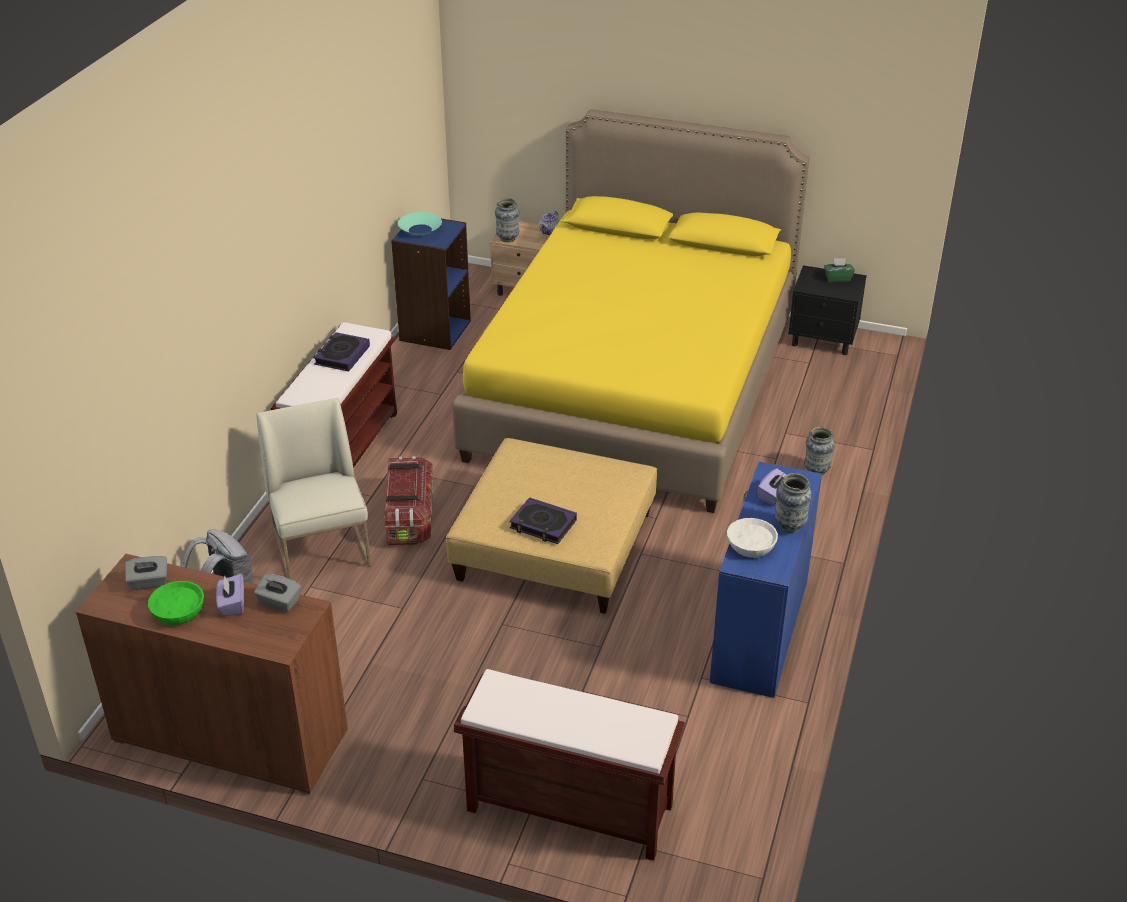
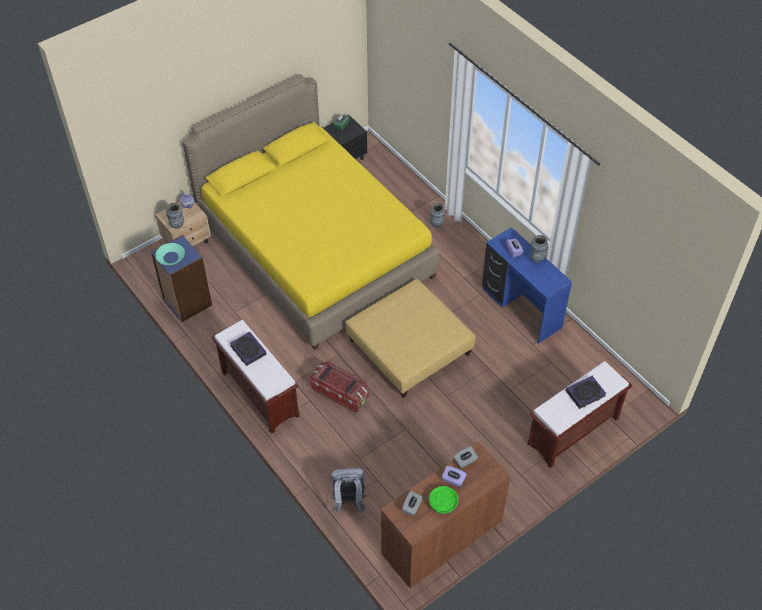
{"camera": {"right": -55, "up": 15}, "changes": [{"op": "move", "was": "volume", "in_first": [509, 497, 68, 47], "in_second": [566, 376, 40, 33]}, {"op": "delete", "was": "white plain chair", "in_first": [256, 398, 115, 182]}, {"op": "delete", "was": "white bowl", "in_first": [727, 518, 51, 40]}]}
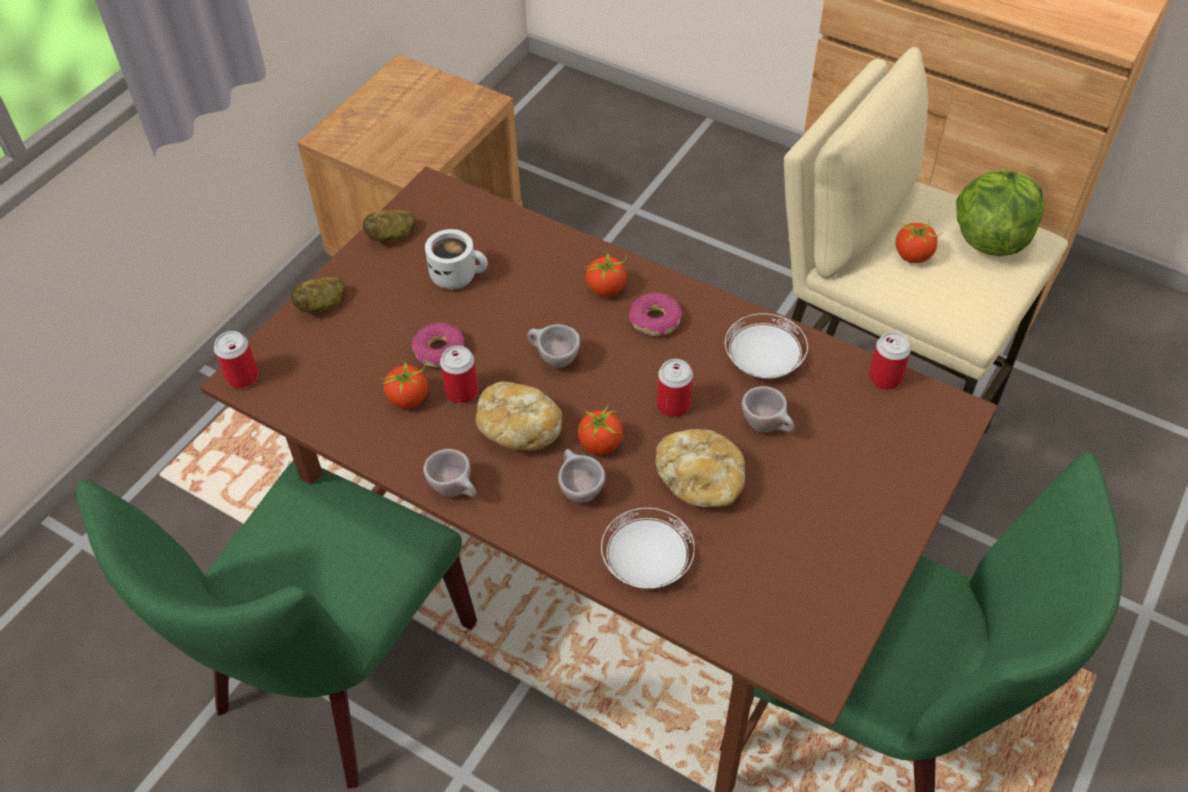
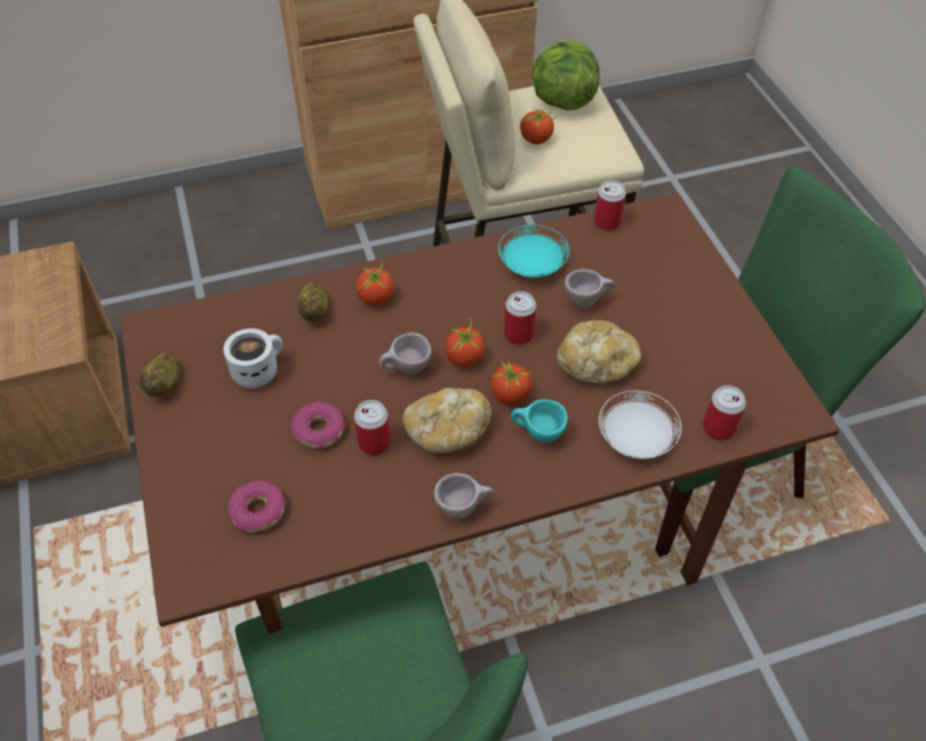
{"camera": {"right": -50, "up": 0}, "changes": [{"op": "move", "was": "ring doughnut", "in_first": [629, 292, 54, 44], "in_second": [228, 480, 58, 53]}, {"op": "move", "was": "whole potato", "in_first": [291, 277, 54, 36], "in_second": [297, 282, 31, 40]}, {"op": "move", "was": "fresh tomato", "in_first": [381, 360, 47, 49], "in_second": [445, 318, 40, 49]}, {"op": "recolor", "was": "white flat dish", "now": "blue-green flat dish", "in_first": [725, 313, 83, 65], "in_second": [498, 225, 71, 53]}, {"op": "recolor", "was": "beige cup", "now": "blue-green cup", "in_first": [558, 449, 47, 54], "in_second": [511, 399, 57, 44]}, {"op": "move", "was": "can", "in_first": [214, 331, 45, 57], "in_second": [703, 385, 43, 55]}]}
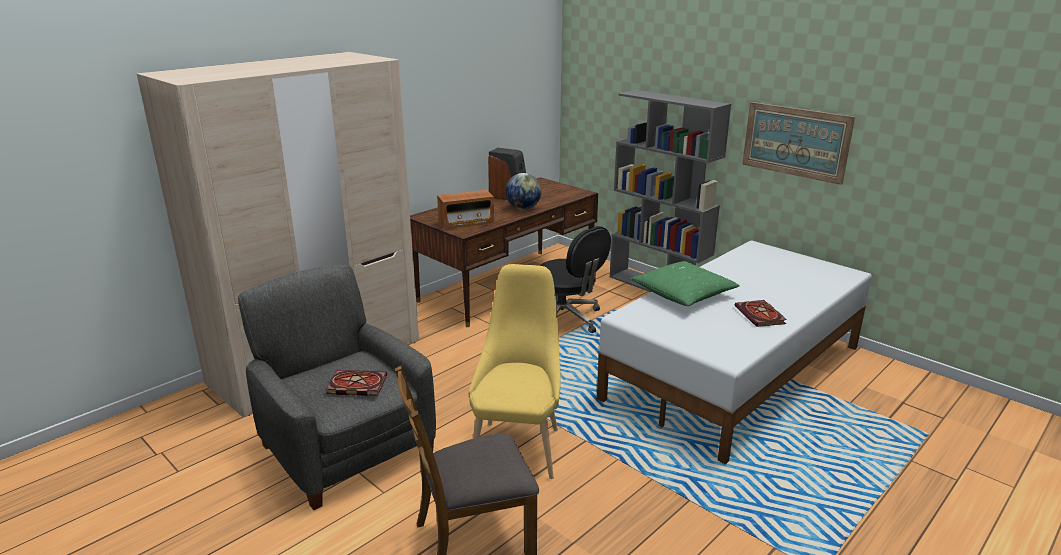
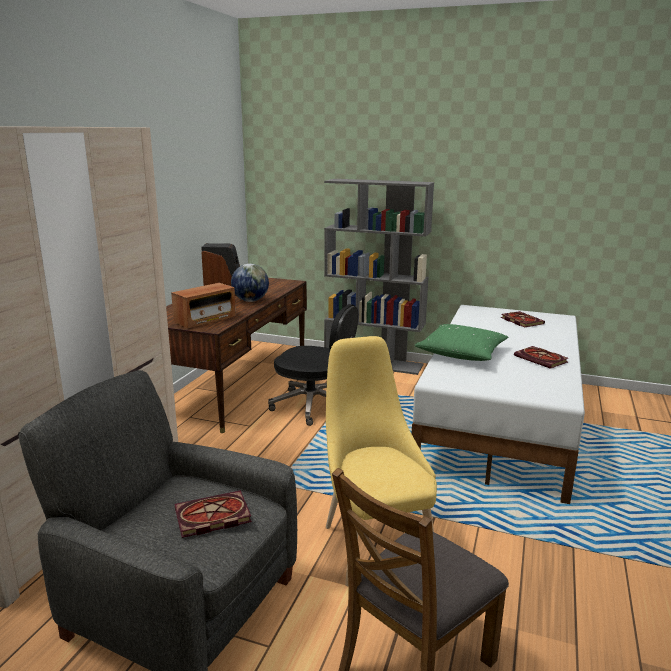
{"camera": {"right": -25, "up": -5}, "changes": [{"op": "insert", "now": "volume", "in_second": [501, 311, 44, 16]}, {"op": "delete", "was": "wall picture", "in_first": [742, 102, 113, 83]}]}
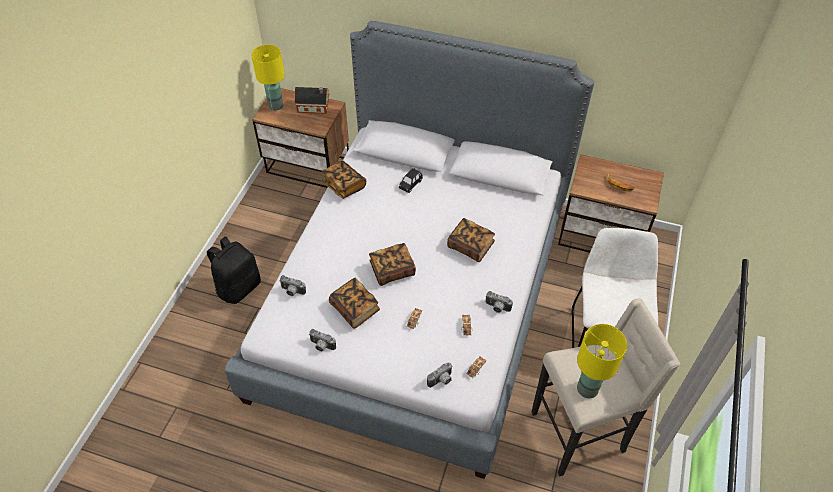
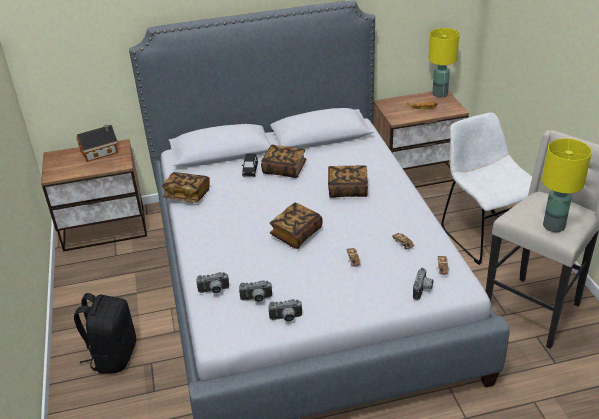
{"camera": {"right": -30, "up": -15}, "changes": [{"op": "move", "was": "still camera", "in_first": [485, 291, 28, 22], "in_second": [239, 280, 33, 22]}, {"op": "move", "was": "volume", "in_first": [329, 278, 51, 50], "in_second": [261, 144, 45, 34]}, {"op": "move", "was": "yellowish tabletop lamp", "in_first": [251, 45, 34, 66], "in_second": [428, 28, 32, 70]}]}
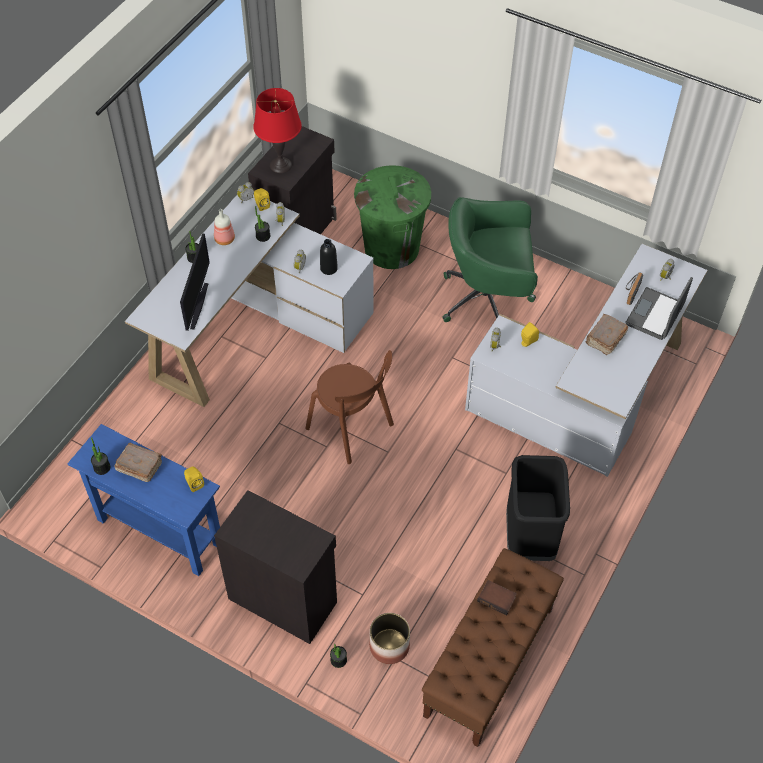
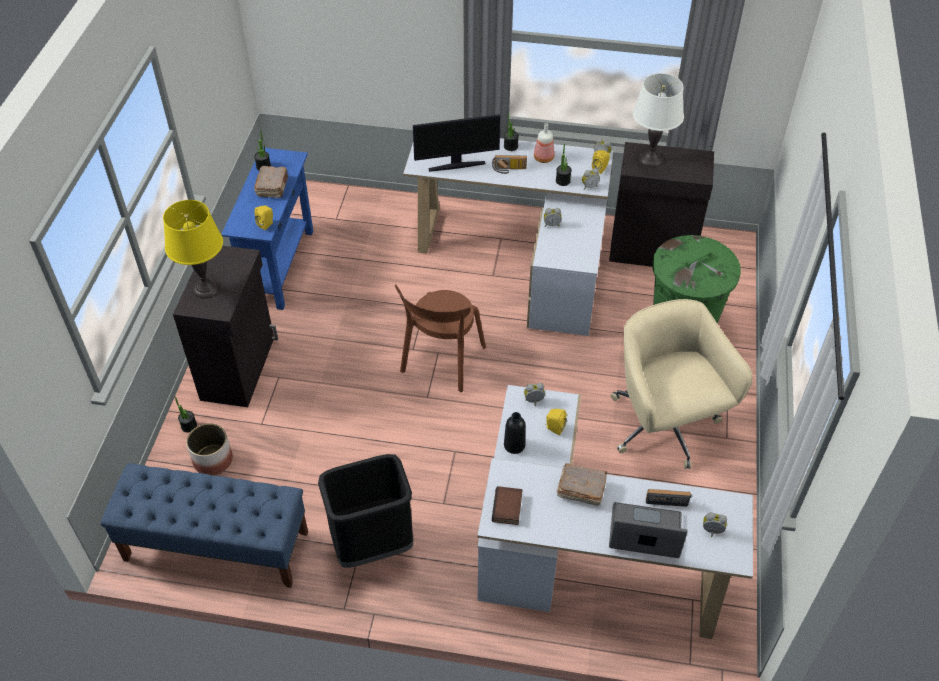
{"camera": {"right": 70, "up": -5}, "changes": [{"op": "recolor", "was": "brownish indoor bench", "now": "bluish indoor bench", "in_first": [422, 548, 142, 199], "in_second": [100, 463, 208, 125]}, {"op": "insert", "now": "yellowish tabletop lamp", "in_second": [163, 200, 60, 98]}, {"op": "insert", "now": "radio receiver", "in_second": [492, 155, 35, 19]}, {"op": "move", "was": "volume", "in_first": [477, 580, 40, 36], "in_second": [492, 486, 31, 39]}, {"op": "move", "was": "blackish drink bottle", "in_first": [320, 239, 18, 36], "in_second": [504, 412, 22, 42]}, {"op": "recolor", "was": "green desk chair", "now": "beige desk chair", "in_first": [442, 197, 96, 125], "in_second": [610, 299, 143, 170]}, {"op": "recolor", "was": "red tabletop lamp", "now": "white tabletop lamp", "in_first": [253, 88, 49, 85], "in_second": [633, 73, 51, 94]}]}
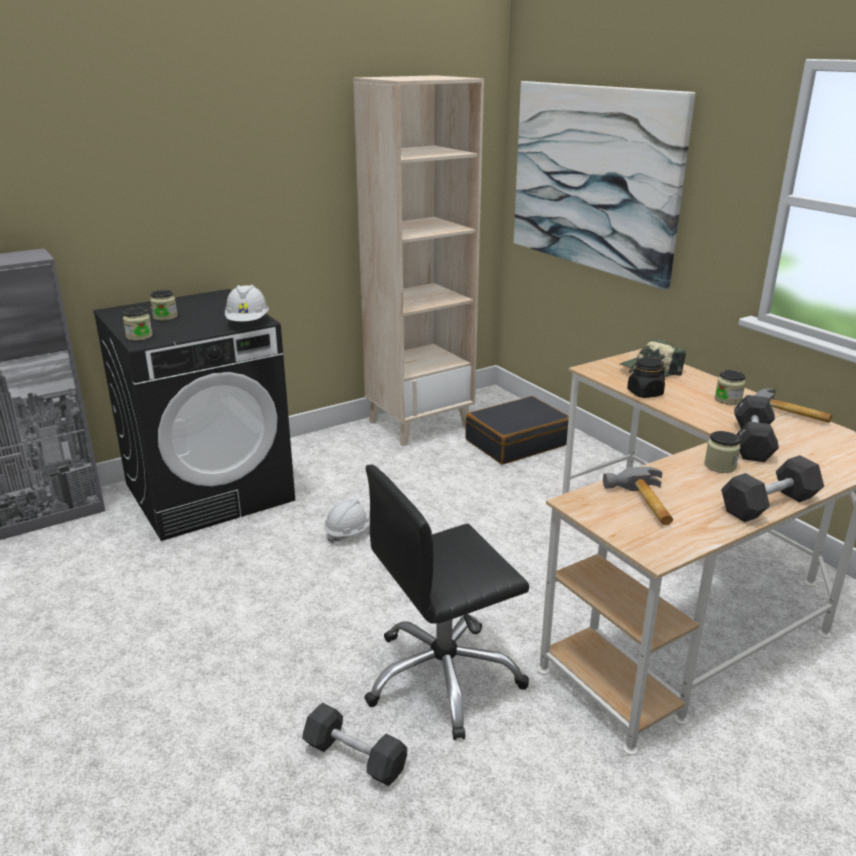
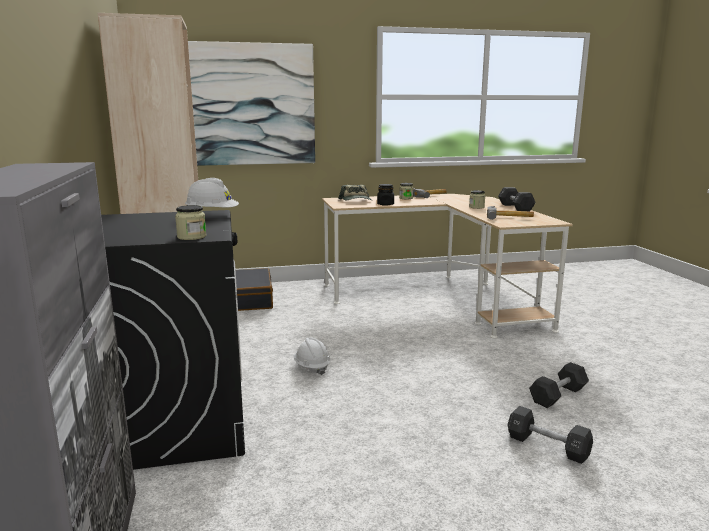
{"camera": {"right": -70, "up": -10}, "changes": [{"op": "move", "was": "blackish dumbbell", "in_first": [734, 395, 45, 67], "in_second": [507, 406, 86, 58]}, {"op": "delete", "was": "storage jar", "in_first": [150, 290, 28, 31]}, {"op": "delete", "was": "blackish desk chair", "in_first": [364, 464, 165, 276]}]}
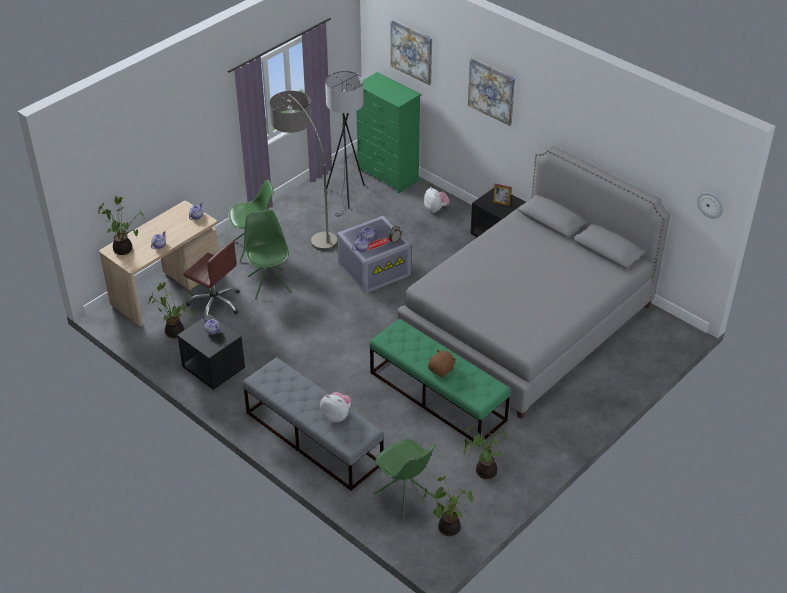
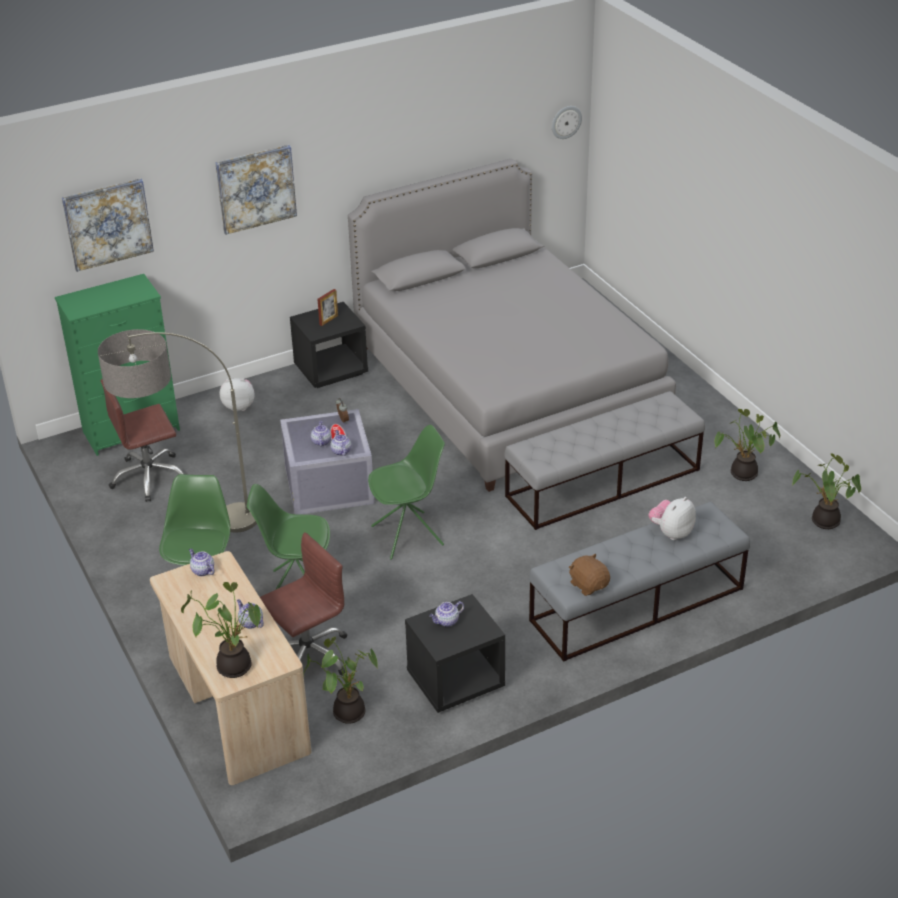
{"camera": {"right": -70, "up": -5}, "changes": [{"op": "replace", "was": "greyish standing lamp", "now": "brownish desk chair", "in_first": [325, 71, 40, 146], "in_second": [101, 379, 83, 123]}, {"op": "move", "was": "green plain chair", "in_first": [374, 439, 62, 81], "in_second": [368, 425, 77, 135]}, {"op": "recolor", "was": "green indoor bench", "now": "greyish indoor bench", "in_first": [369, 319, 142, 127], "in_second": [504, 391, 201, 139]}, {"op": "move", "was": "brownish soft toy", "in_first": [428, 349, 28, 29], "in_second": [569, 554, 41, 42]}]}
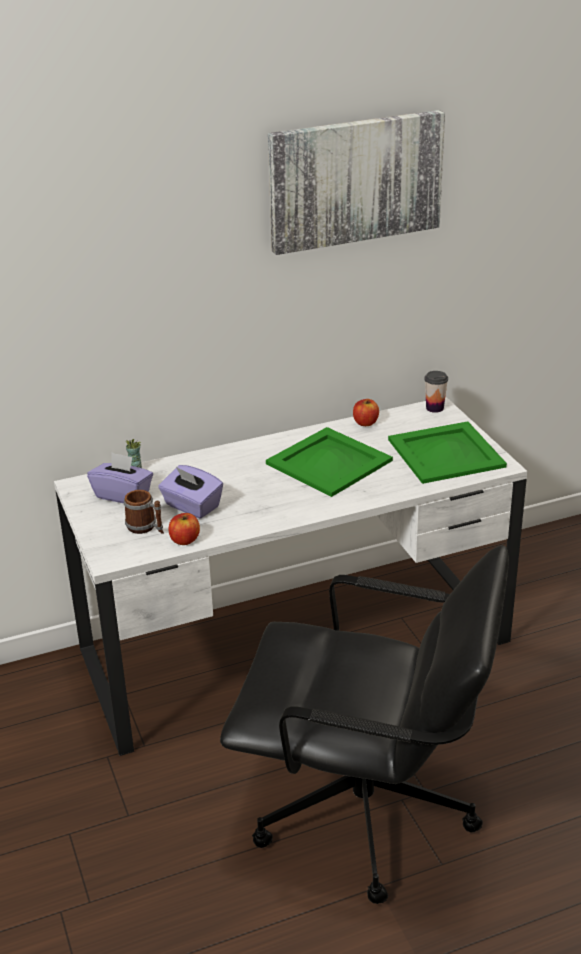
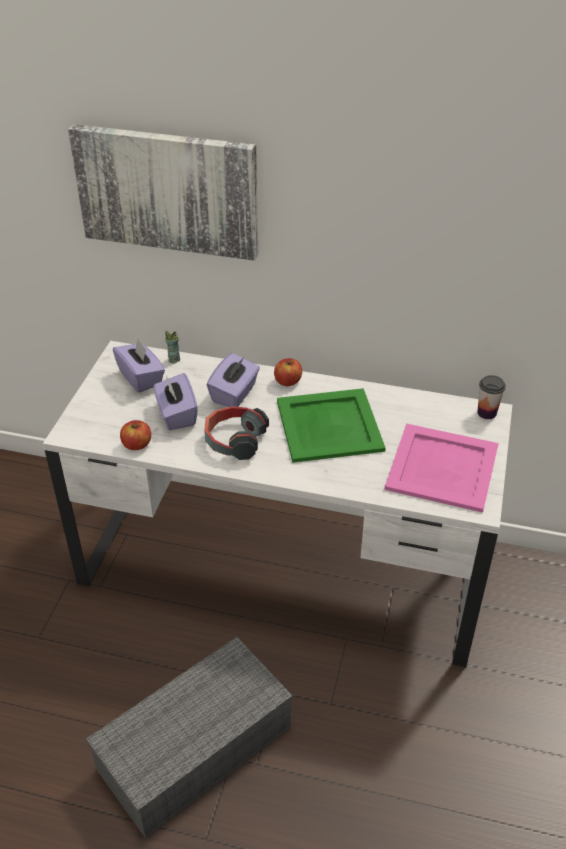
{"camera": {"right": 35, "up": 10}, "changes": [{"op": "move", "was": "wall picture", "in_first": [268, 110, 177, 145], "in_second": [68, 124, 190, 137]}, {"op": "replace", "was": "blackish desk chair", "now": "greyish storage box", "in_first": [220, 545, 289, 359], "in_second": [86, 637, 207, 201]}, {"op": "insert", "now": "headset", "in_second": [204, 406, 65, 54]}, {"op": "insert", "now": "purple tissue box", "in_second": [207, 353, 53, 54]}, {"op": "move", "was": "apple fruit", "in_first": [353, 399, 26, 27], "in_second": [274, 358, 28, 28]}, {"op": "recolor", "was": "green carrying tray", "now": "pink carrying tray", "in_first": [388, 421, 119, 63], "in_second": [384, 423, 115, 90]}, {"op": "delete", "was": "mug", "in_first": [124, 490, 40, 44]}]}
